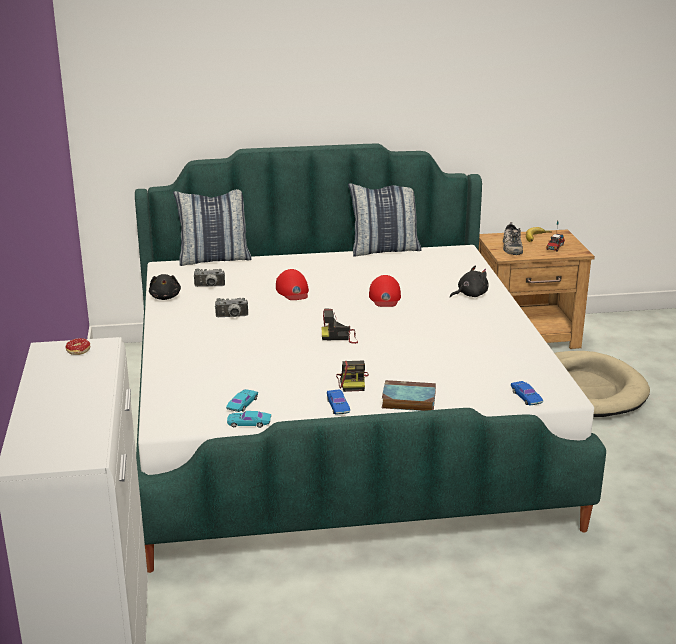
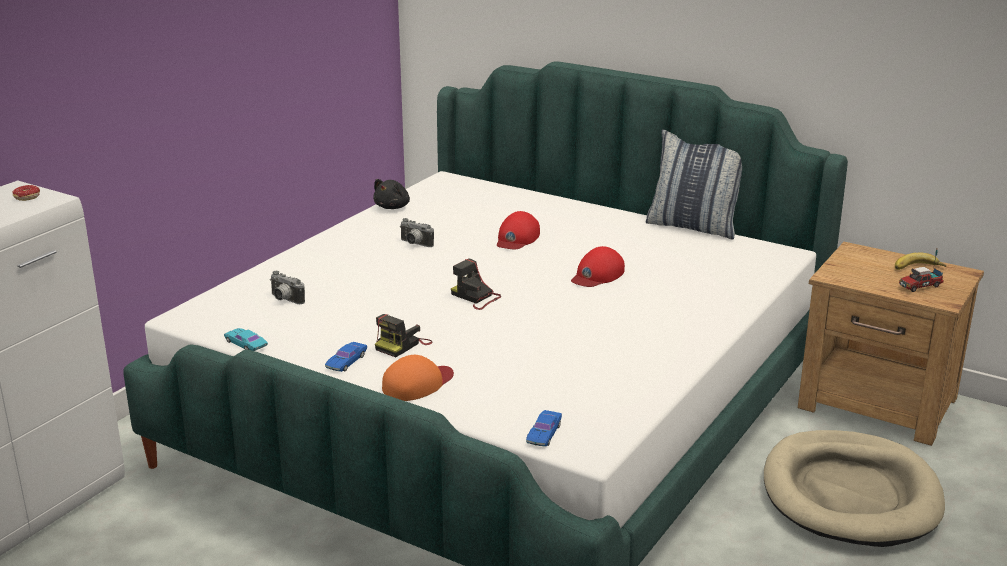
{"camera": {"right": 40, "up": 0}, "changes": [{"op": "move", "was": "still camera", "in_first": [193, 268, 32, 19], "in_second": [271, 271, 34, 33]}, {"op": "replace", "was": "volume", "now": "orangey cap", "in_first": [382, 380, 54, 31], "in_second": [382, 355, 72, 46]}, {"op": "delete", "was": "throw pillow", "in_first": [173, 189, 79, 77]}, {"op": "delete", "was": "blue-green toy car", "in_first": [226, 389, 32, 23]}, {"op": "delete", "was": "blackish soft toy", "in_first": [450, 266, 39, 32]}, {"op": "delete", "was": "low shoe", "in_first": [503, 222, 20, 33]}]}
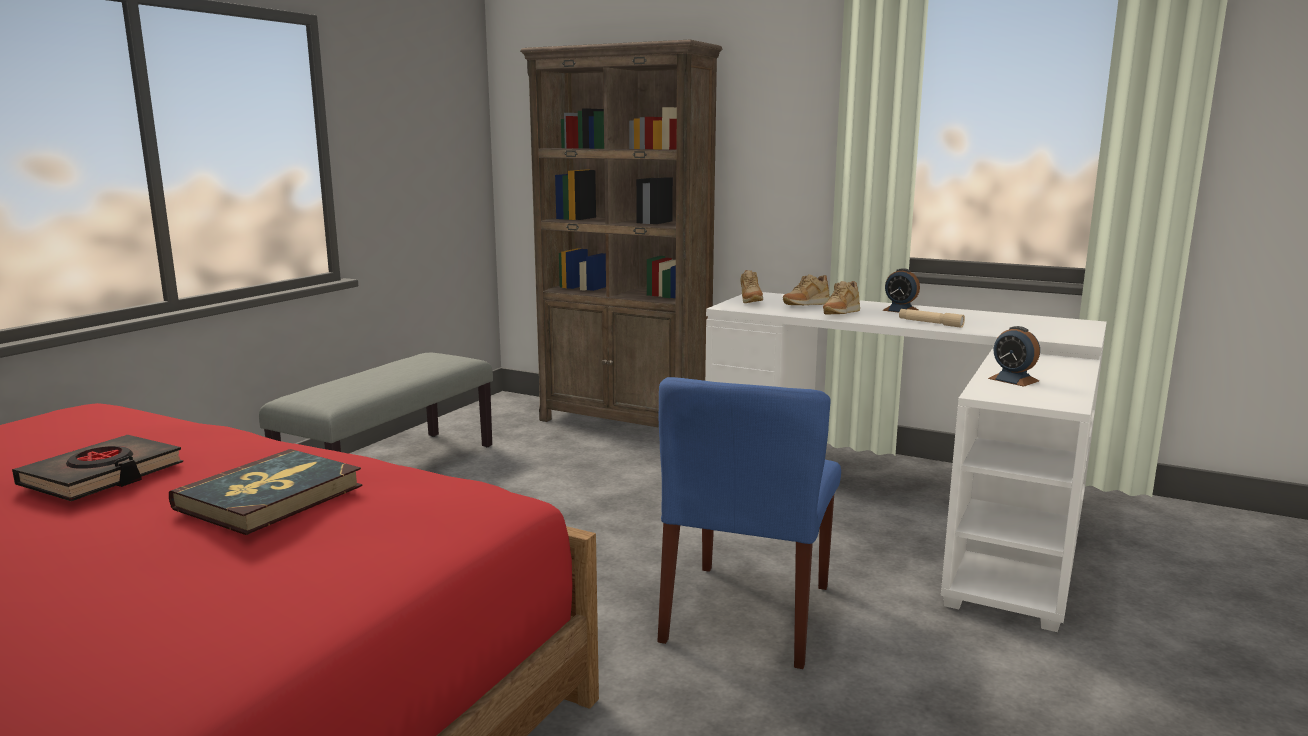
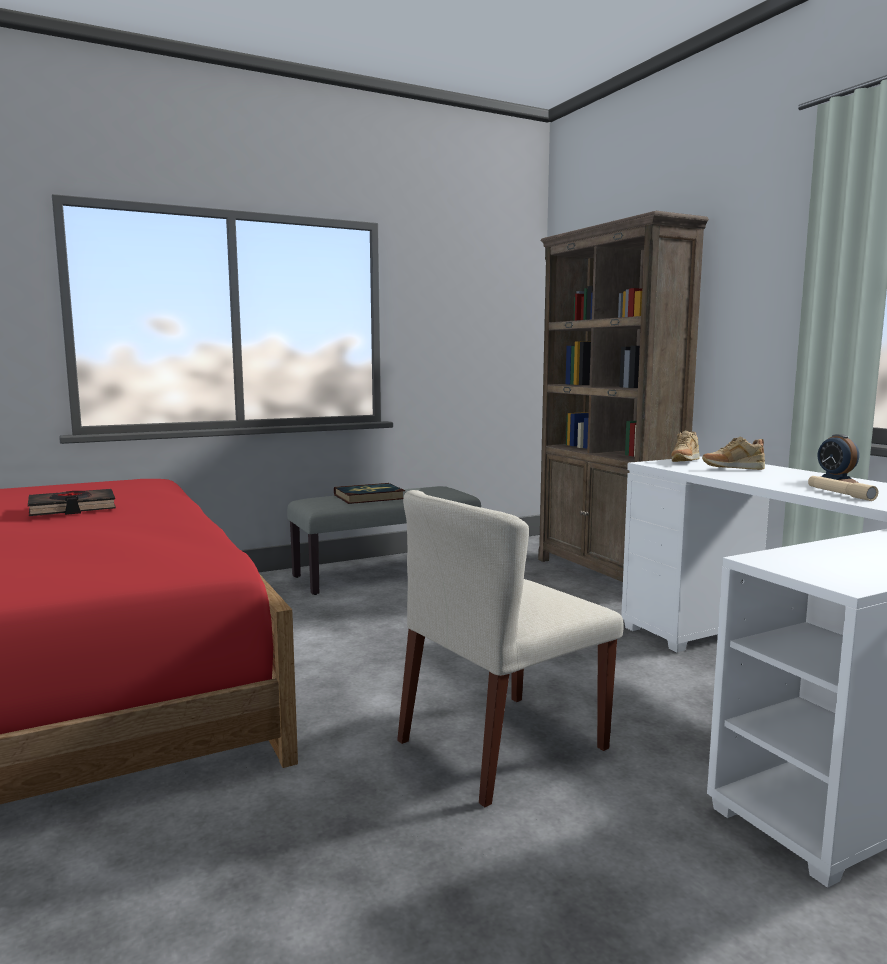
{"camera": {"right": 35, "up": -5}, "changes": [{"op": "move", "was": "volume", "in_first": [169, 449, 193, 86], "in_second": [334, 483, 71, 21]}, {"op": "recolor", "was": "bluish plain chair", "now": "beige plain chair", "in_first": [657, 377, 184, 292], "in_second": [397, 490, 227, 317]}, {"op": "delete", "was": "beige low shoe", "in_first": [823, 281, 37, 33]}, {"op": "delete", "was": "table clock", "in_first": [988, 326, 52, 61]}]}
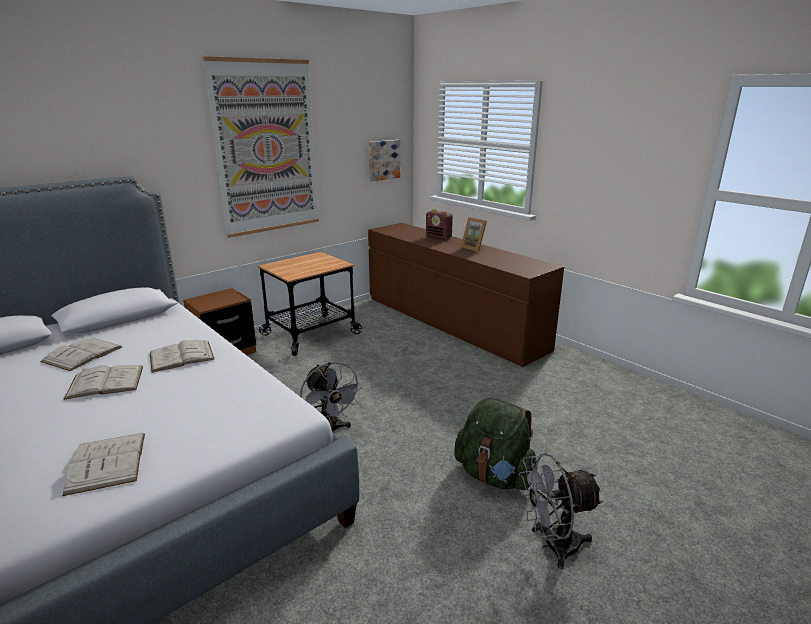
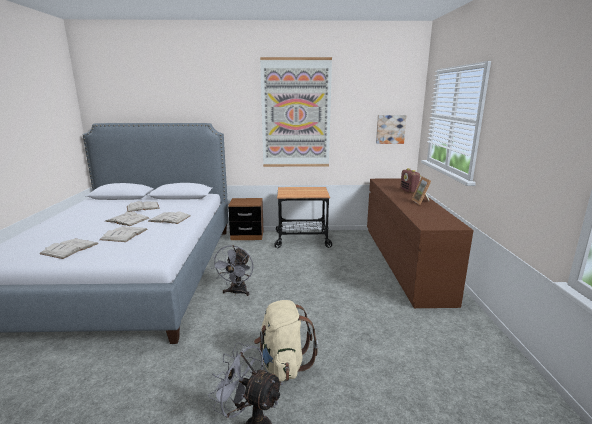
{"camera": {"right": 40, "up": -5}, "changes": [{"op": "insert", "now": "white volume", "in_second": [100, 226, 47, 16]}, {"op": "recolor", "was": "green rucksack", "now": "beige rucksack", "in_first": [454, 398, 83, 92], "in_second": [254, 300, 64, 82]}]}
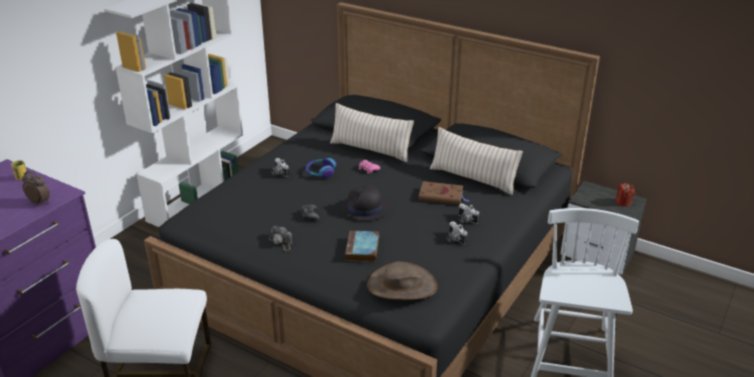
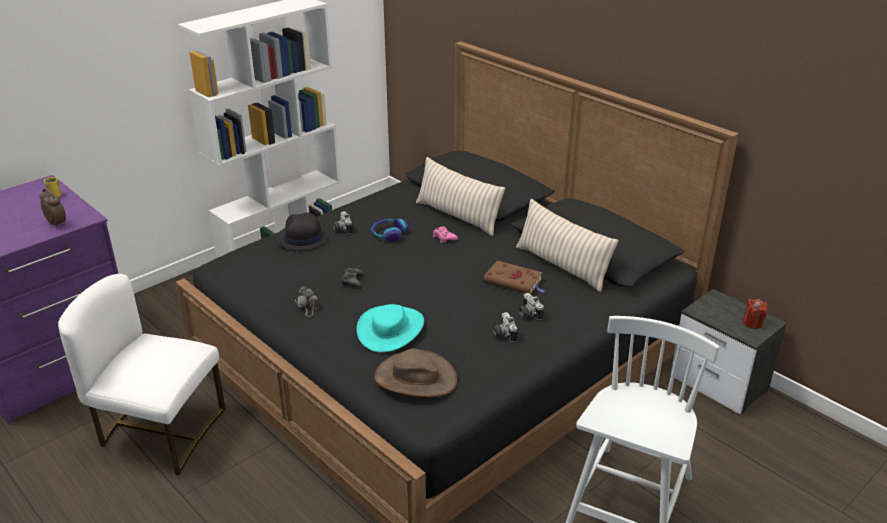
{"camera": {"right": 15, "up": 0}, "changes": [{"op": "move", "was": "blackish clothing hat", "in_first": [340, 184, 49, 37], "in_second": [276, 213, 53, 38]}, {"op": "replace", "was": "volume", "now": "blue-green clothing hat", "in_first": [345, 230, 34, 32], "in_second": [357, 304, 67, 49]}]}
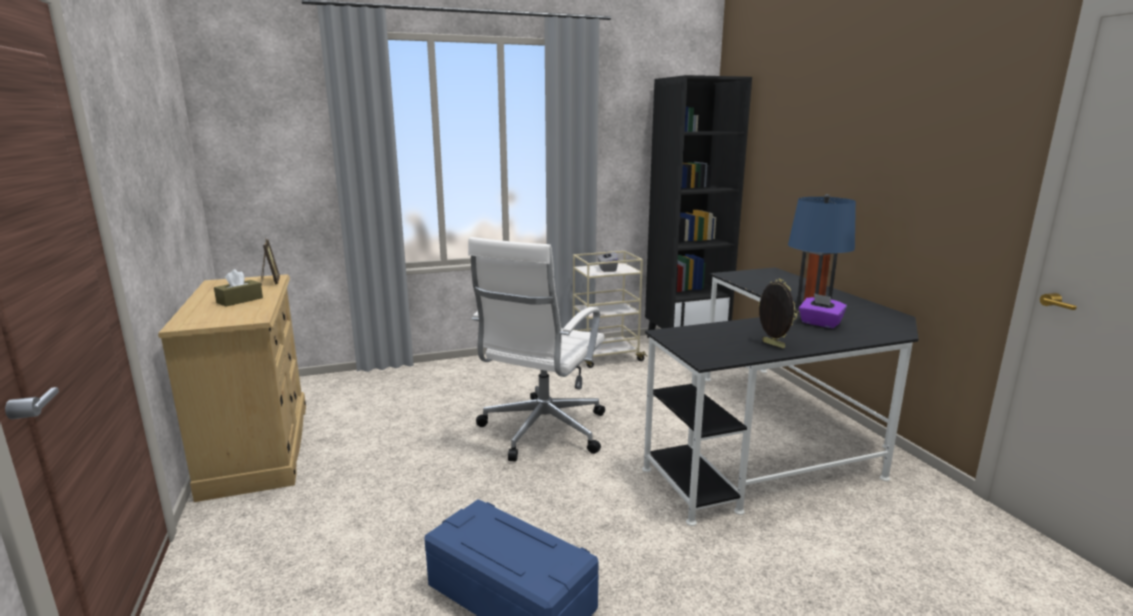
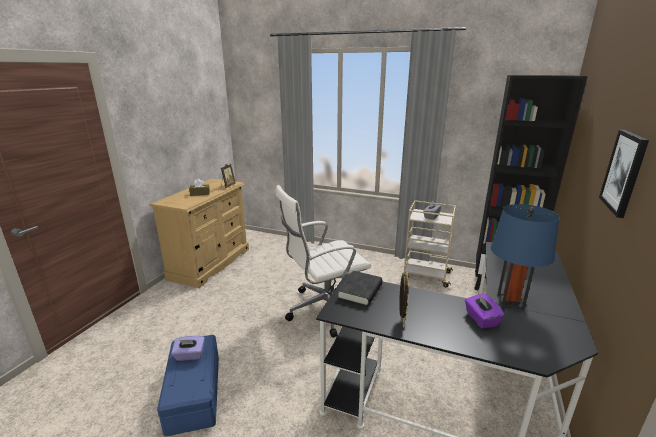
{"camera": {"right": 40, "up": 5}, "changes": [{"op": "insert", "now": "purple tissue box", "in_second": [171, 336, 34, 25]}, {"op": "insert", "now": "blackish volume", "in_second": [338, 271, 44, 35]}, {"op": "insert", "now": "wall picture", "in_second": [599, 130, 50, 88]}]}
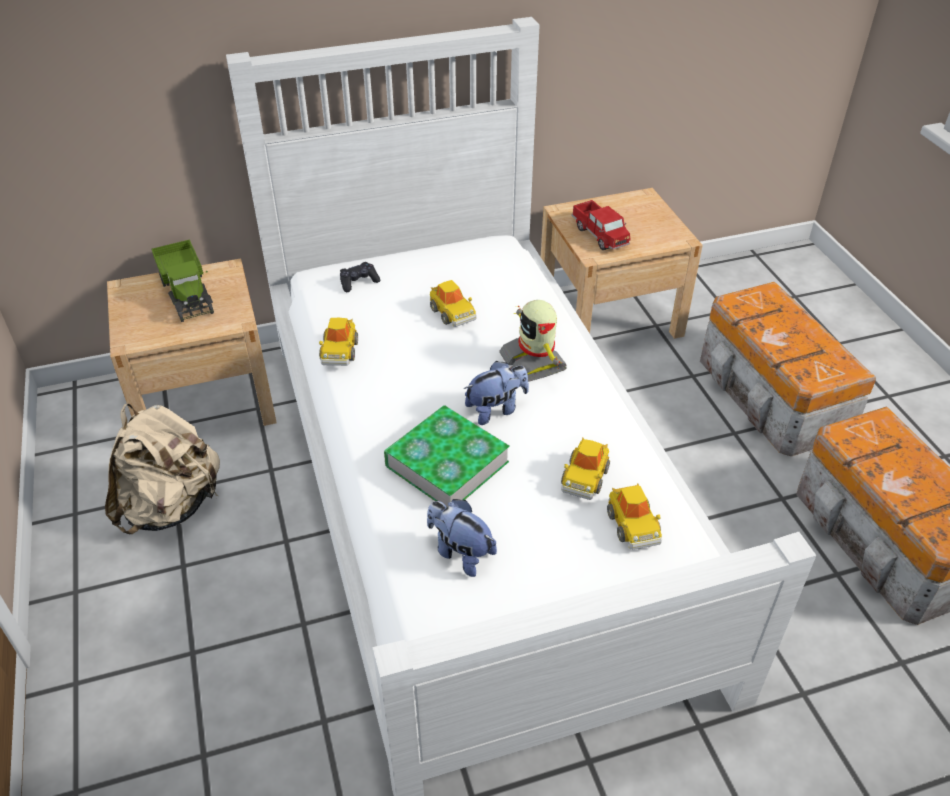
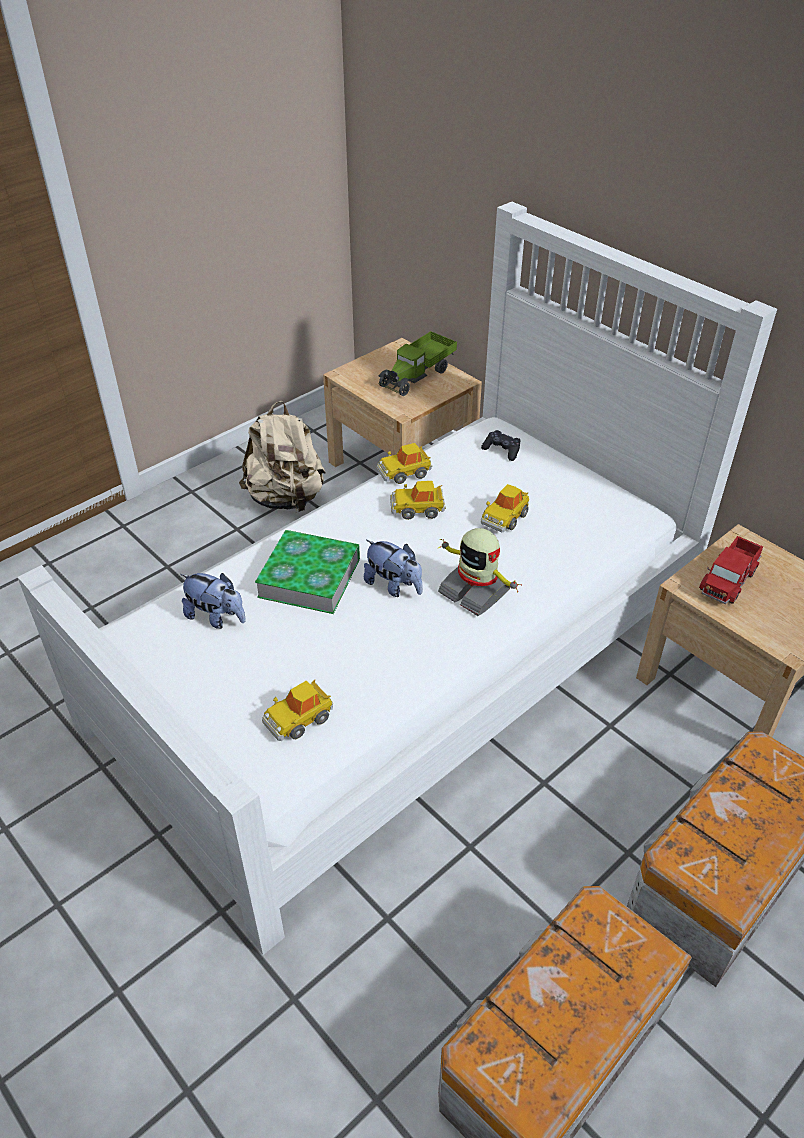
{"camera": {"right": 65, "up": 0}, "changes": [{"op": "rotate", "was": "soft toy", "in_first": [427, 499, 70, 78], "in_second": [181, 573, 65, 56], "clockwise": 105}, {"op": "move", "was": "toy car", "in_first": [561, 438, 49, 62], "in_second": [390, 481, 56, 39]}, {"op": "rotate", "was": "toy robot", "in_first": [499, 300, 68, 82], "in_second": [438, 528, 84, 88], "clockwise": -90}]}
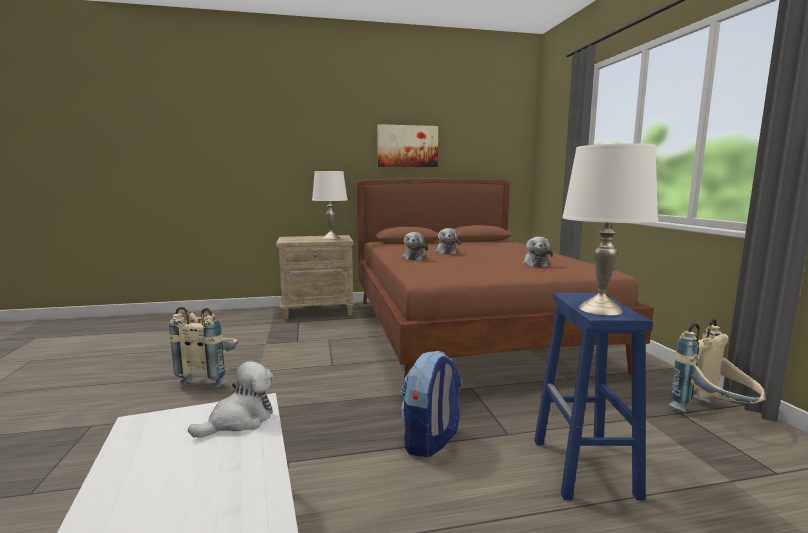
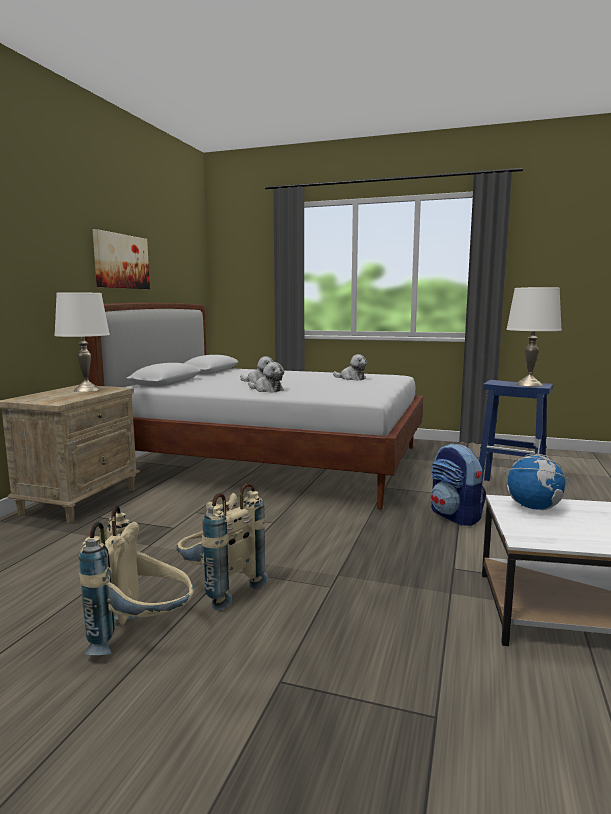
{"camera": {"right": -60, "up": 0}, "changes": [{"op": "move", "was": "beige rucksack", "in_first": [668, 319, 98, 93], "in_second": [79, 505, 115, 150]}, {"op": "recolor", "was": "brownish bed", "now": "white bed", "in_first": [357, 178, 297, 206], "in_second": [85, 303, 338, 207]}, {"op": "replace", "was": "soft toy", "now": "desk globe", "in_first": [188, 361, 85, 77], "in_second": [504, 437, 65, 73]}]}
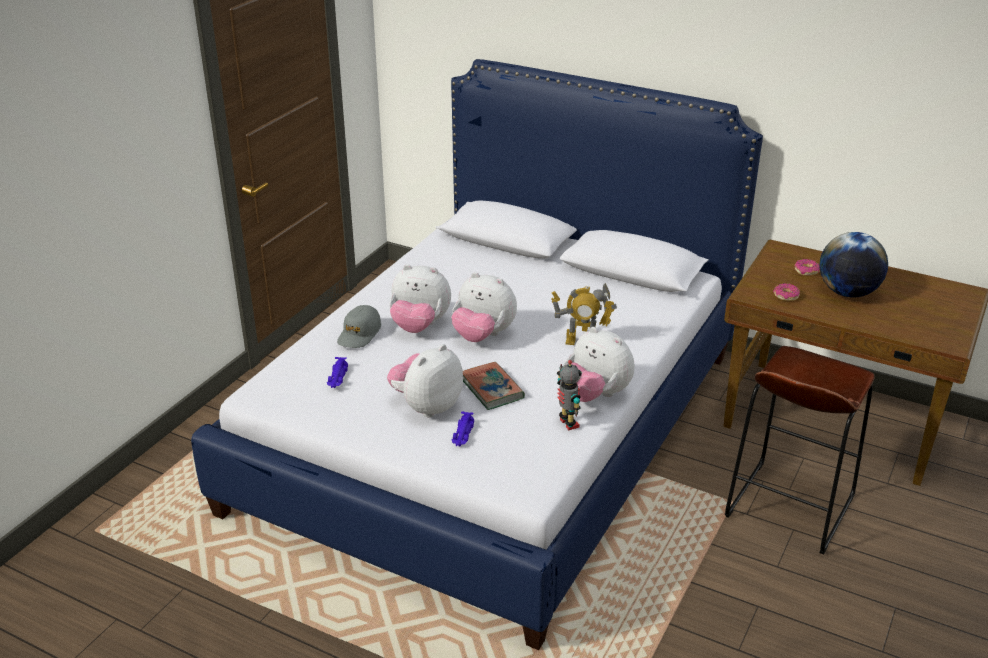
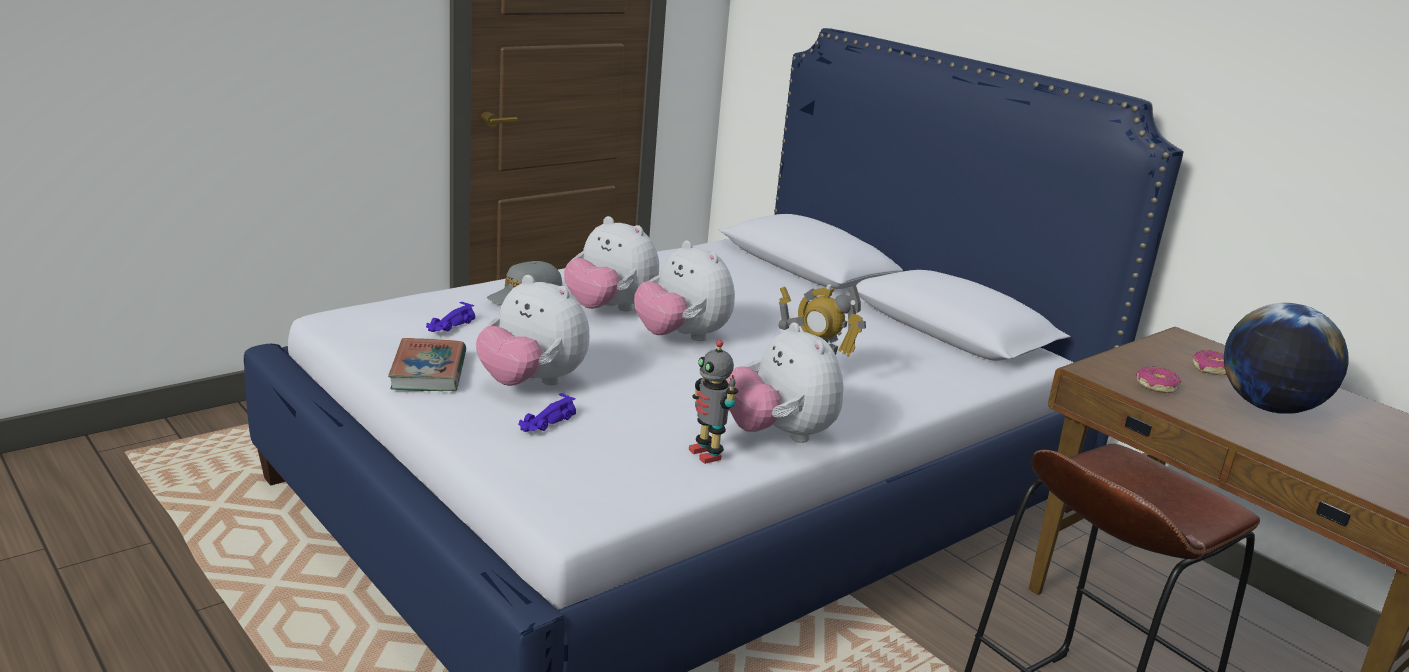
{"camera": {"right": 20, "up": -10}, "changes": [{"op": "move", "was": "volume", "in_first": [463, 362, 62, 48], "in_second": [388, 338, 78, 53]}, {"op": "rotate", "was": "soft toy", "in_first": [387, 344, 76, 73], "in_second": [476, 275, 113, 111], "clockwise": -120}, {"op": "rotate", "was": "toy robot", "in_first": [557, 360, 25, 70], "in_second": [689, 340, 49, 124], "clockwise": 150}]}
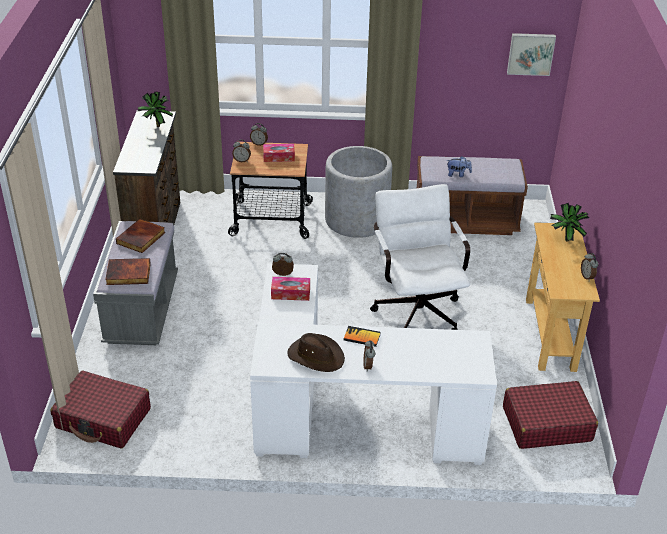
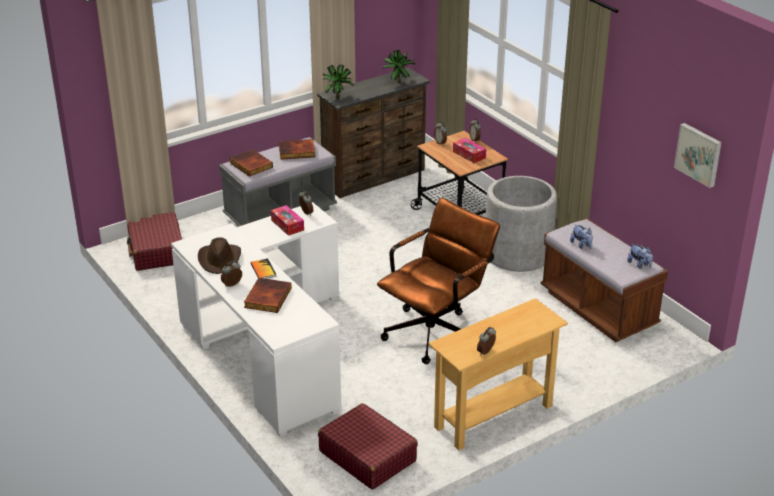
{"camera": {"right": 55, "up": -5}, "changes": [{"op": "insert", "now": "volume", "in_second": [244, 278, 48, 35]}, {"op": "move", "was": "potted plant", "in_first": [550, 203, 39, 38], "in_second": [323, 65, 31, 34]}, {"op": "recolor", "was": "white desk chair", "now": "brownish desk chair", "in_first": [370, 184, 100, 146], "in_second": [377, 198, 123, 166]}, {"op": "insert", "now": "soft toy", "in_second": [627, 243, 26, 26]}]}
